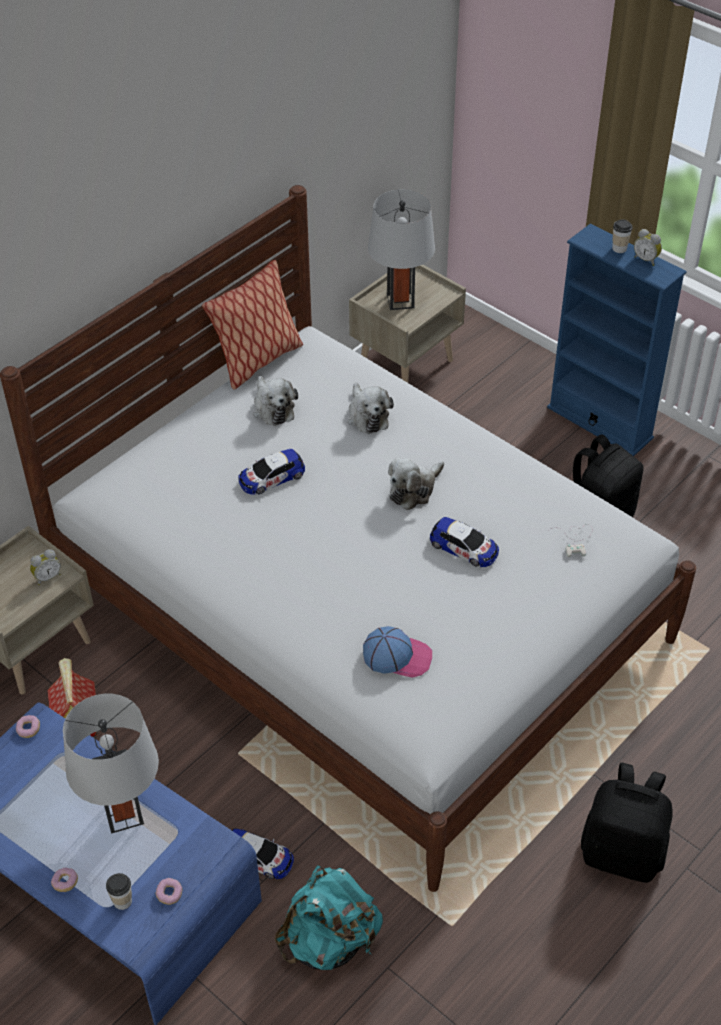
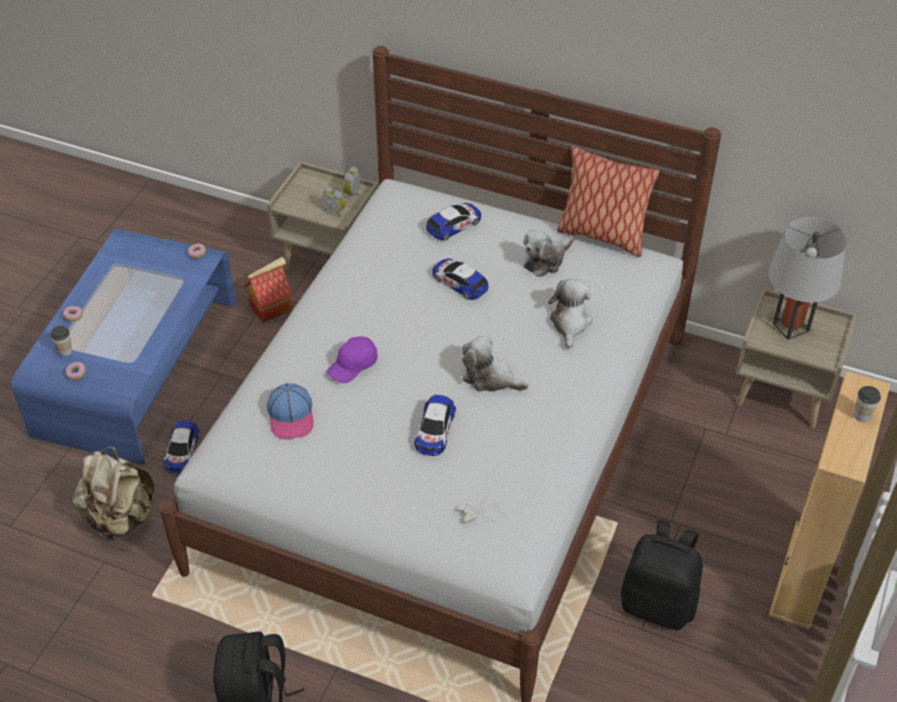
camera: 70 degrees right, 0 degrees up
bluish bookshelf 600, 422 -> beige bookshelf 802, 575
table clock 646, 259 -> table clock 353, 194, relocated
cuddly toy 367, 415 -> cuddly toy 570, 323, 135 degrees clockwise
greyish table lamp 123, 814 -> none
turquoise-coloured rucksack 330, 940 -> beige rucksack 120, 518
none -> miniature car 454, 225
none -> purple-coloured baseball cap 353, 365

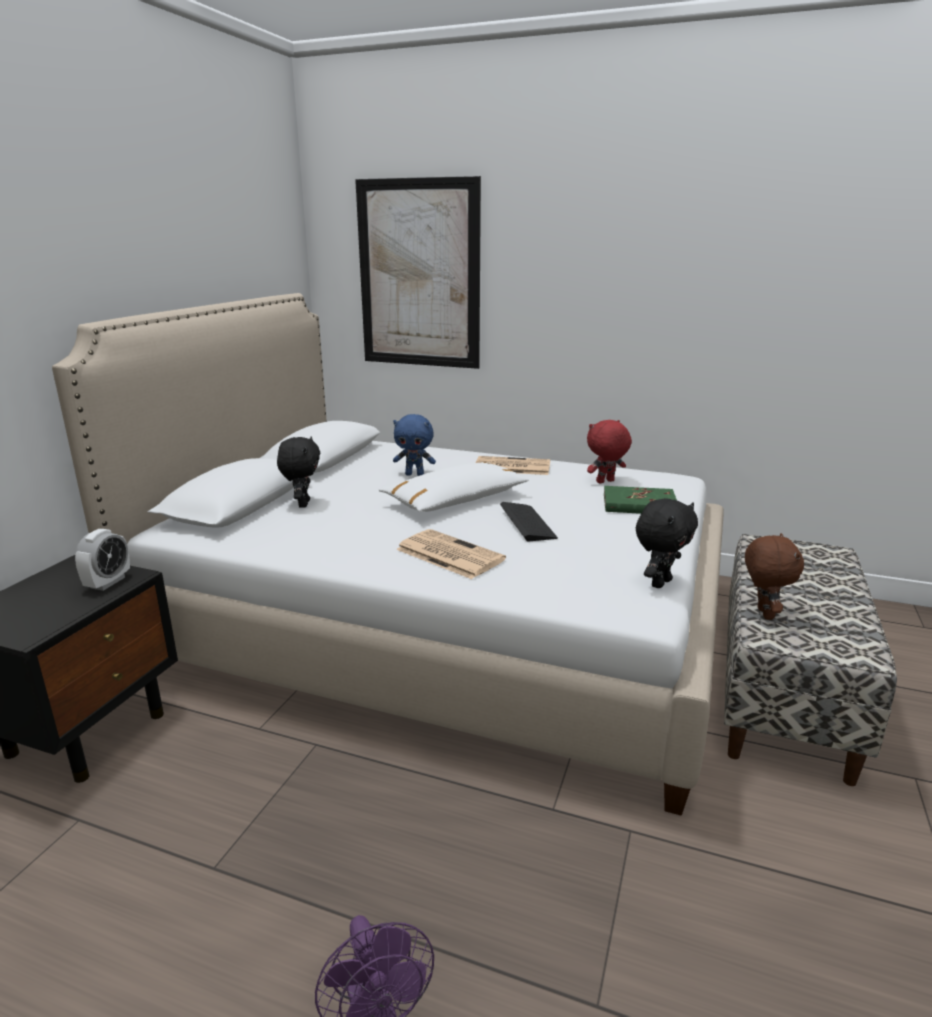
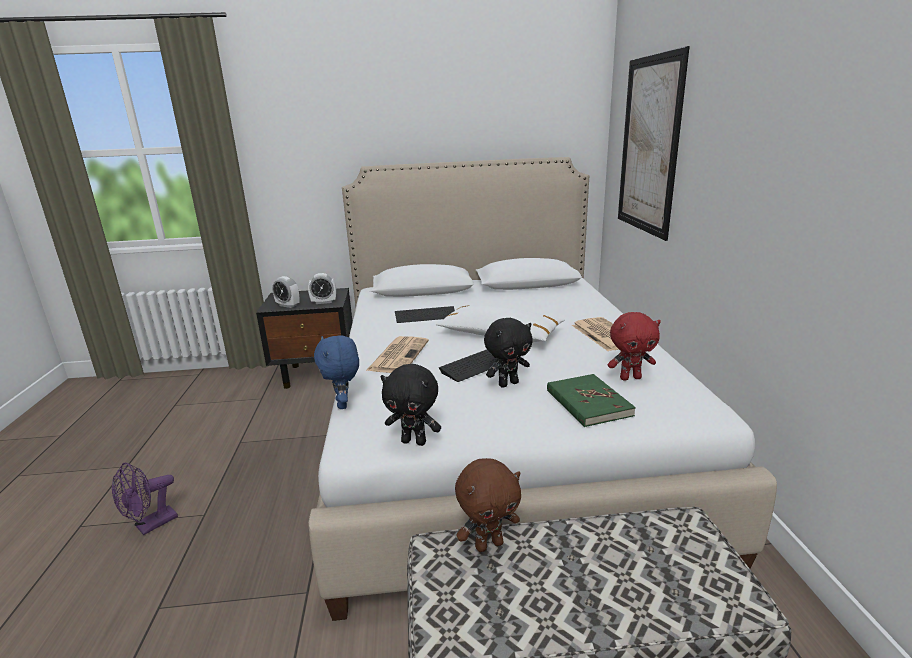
camera: 65 degrees right, 0 degrees up
bluish cuddly toy 415, 474 -> bluish cuddly toy 343, 404, relocated
reddish cuddly toy 605, 482 -> reddish cuddly toy 630, 378, 135 degrees clockwise
black-coloured cuddly toy 302, 504 -> black-coloured cuddly toy 508, 383, relocated
none -> table clock 288, 305
none -> PC keyboard 425, 316

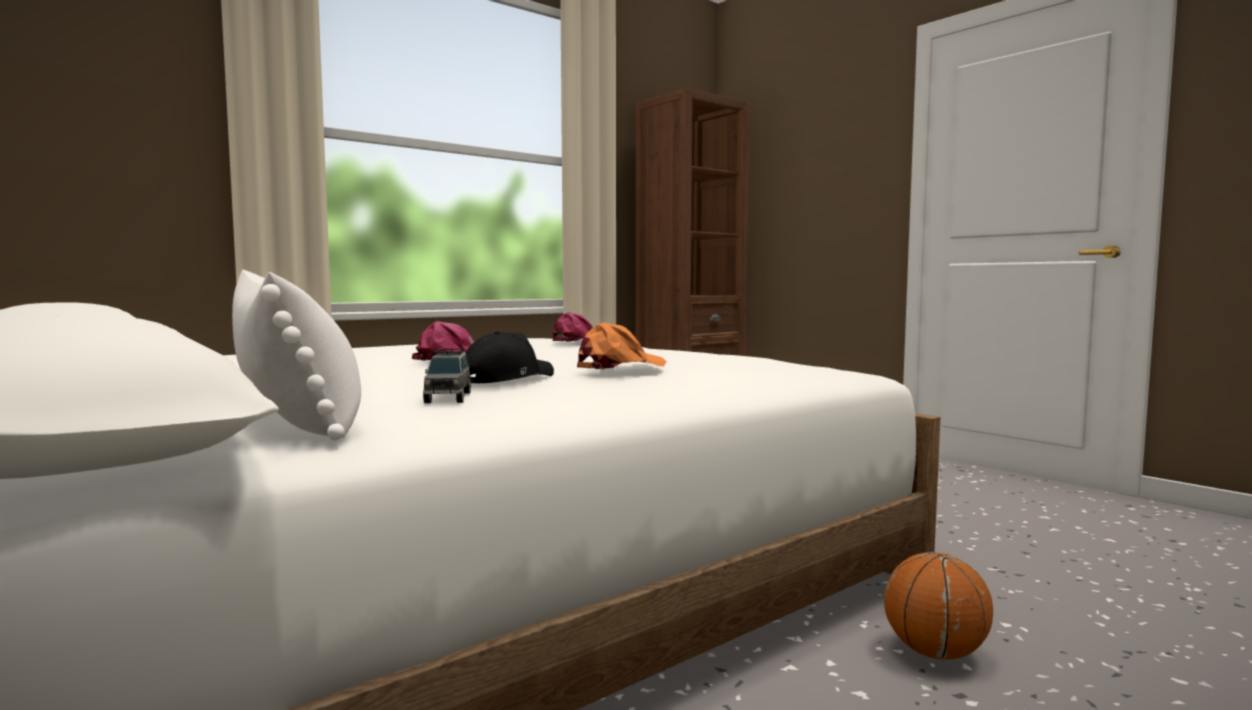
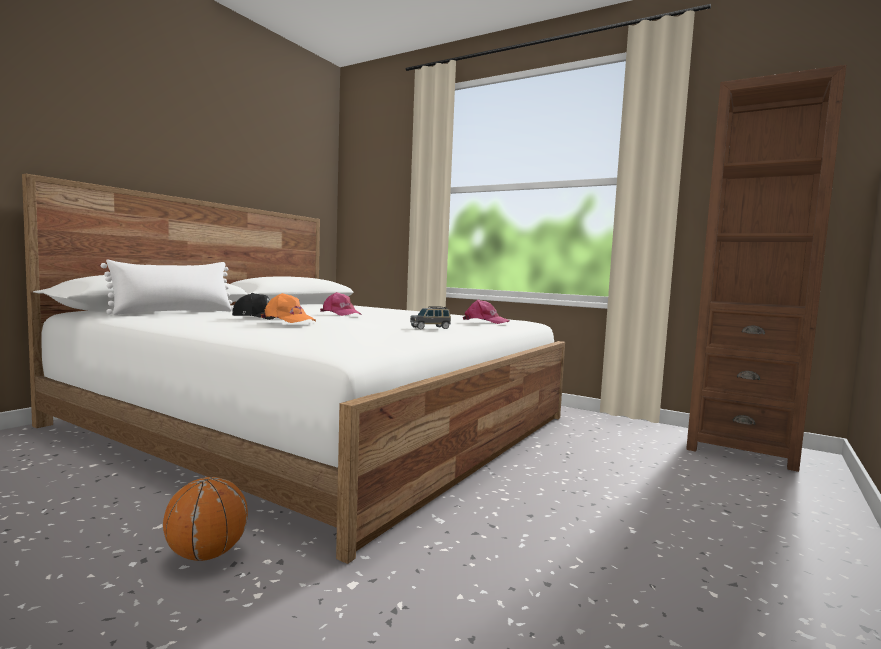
camera: 70 degrees right, 0 degrees up
greyish miniature car 448, 397 -> greyish miniature car 430, 328, relocated

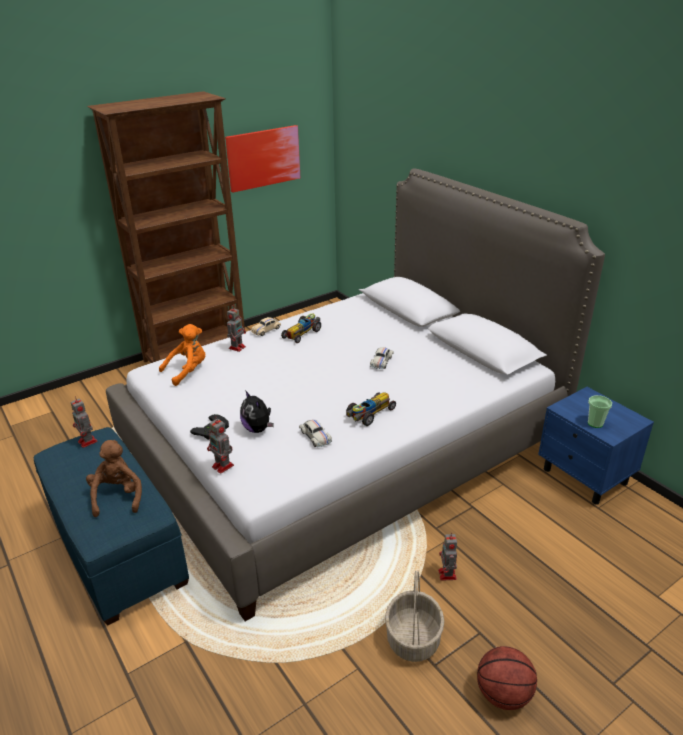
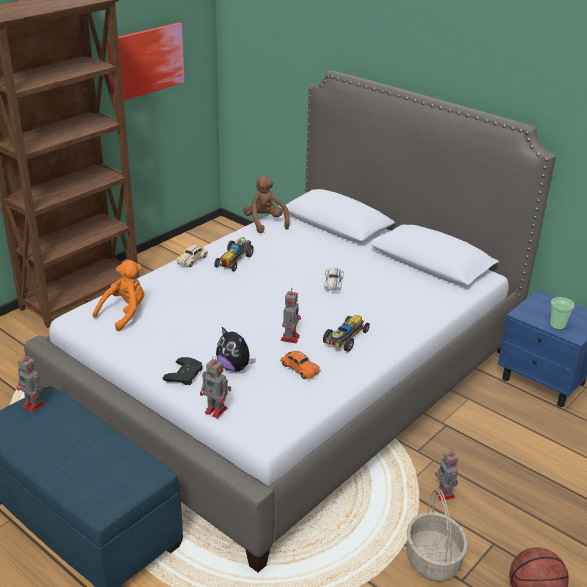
camera: 15 degrees left, 0 degrees up
robot figure 237, 347 -> robot figure 290, 337, relocated
white miniature car 315, 437 -> orangey miniature car 299, 369
brown-coloured cuddly toy 118, 496 -> brown-coloured cuddly toy 265, 223, relocated

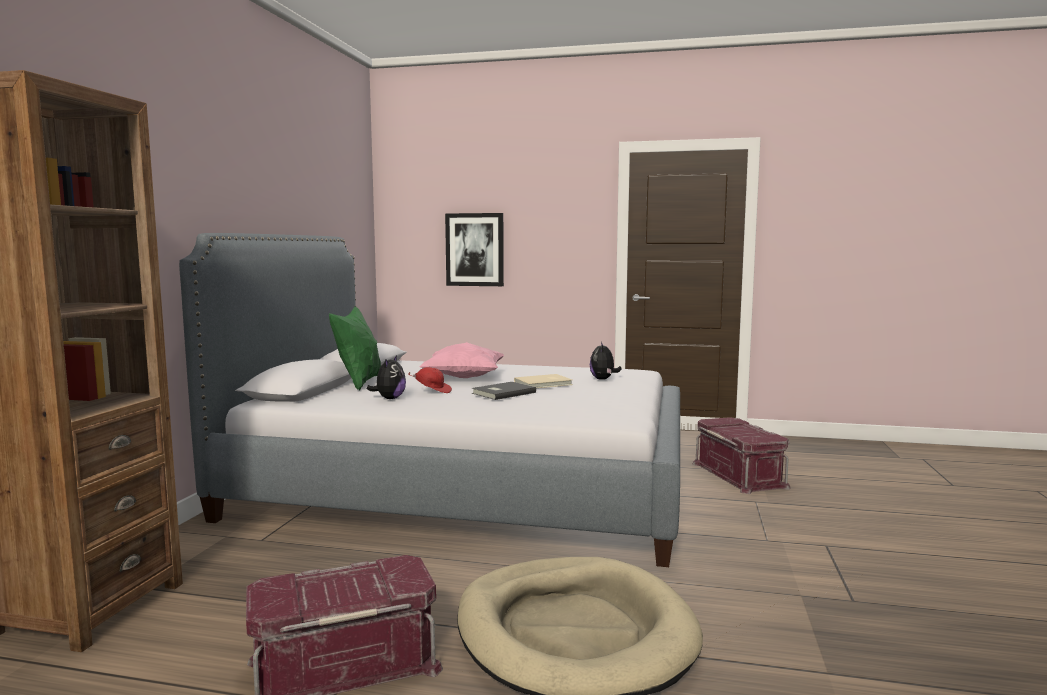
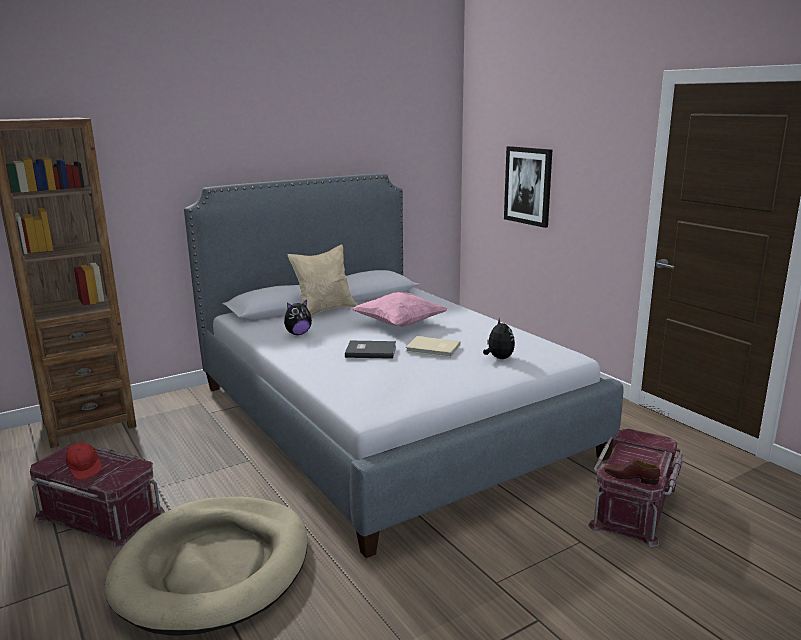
camera: 45 degrees right, 10 degrees up
green pillow 358, 383 -> beige pillow 324, 311
cuddly toy 603, 379 -> cuddly toy 498, 358, 120 degrees clockwise
reddish baseball cap 432, 391 -> reddish baseball cap 84, 469, relocated
none -> brown-coloured low shoe 630, 477

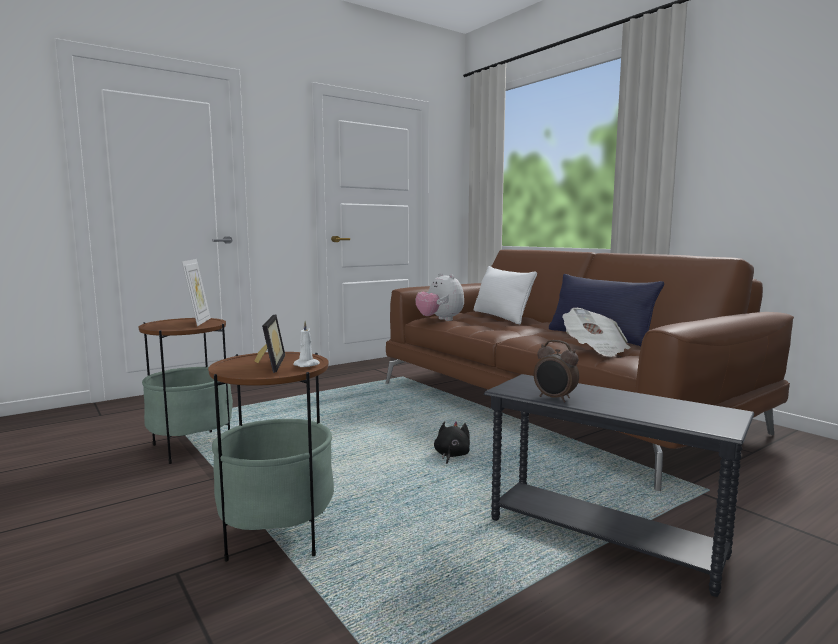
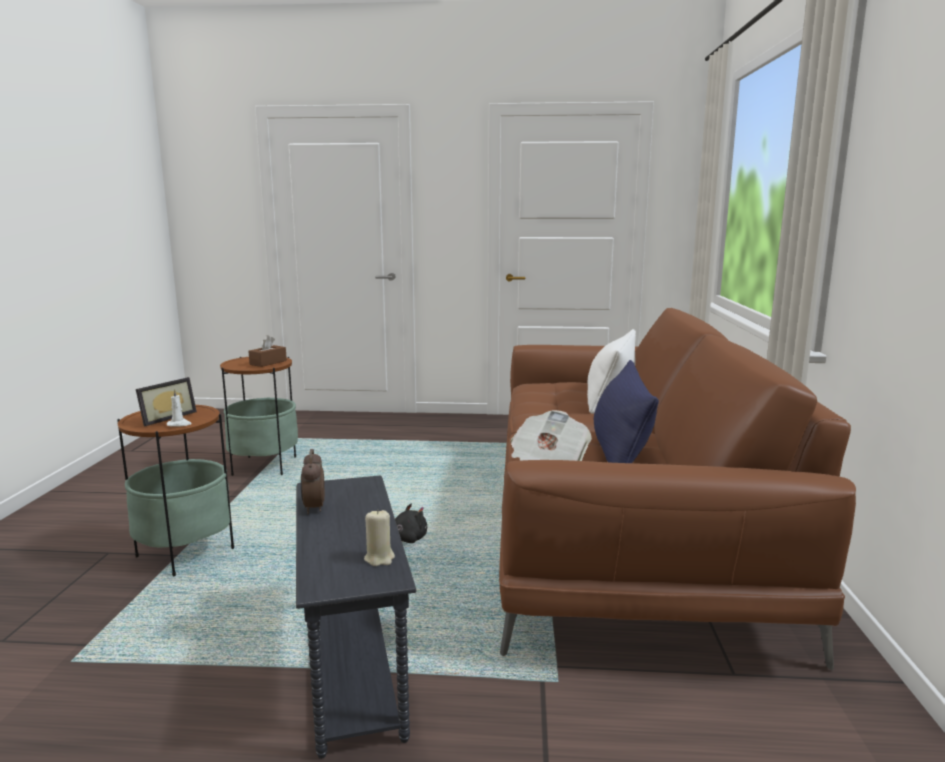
camera: 40 degrees right, 5 degrees up
standing frame 198, 322 -> brown-coloured box of tissues 268, 362
cuddly toy 440, 320 -> none
none -> beige candle 379, 558

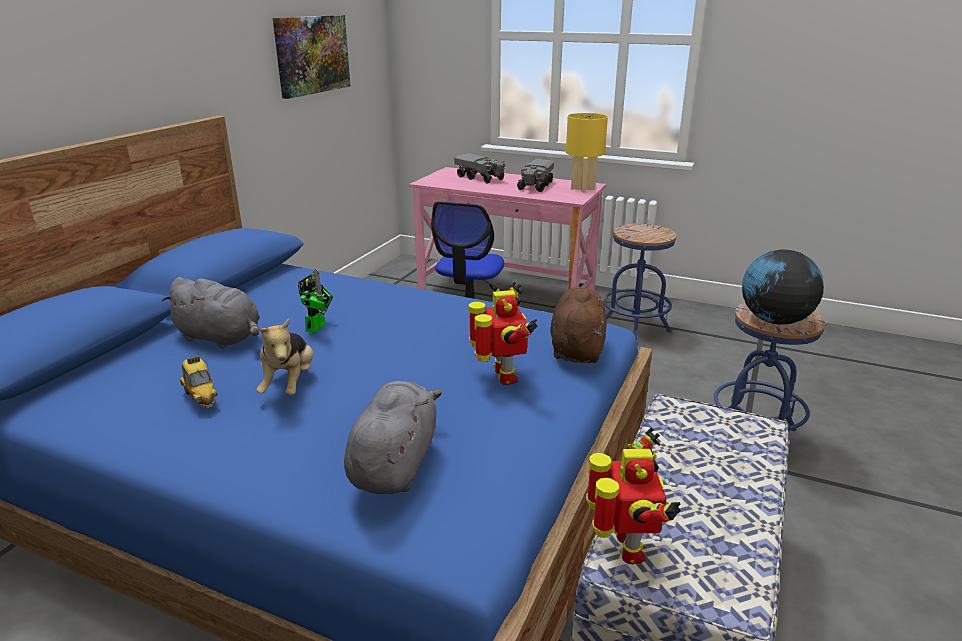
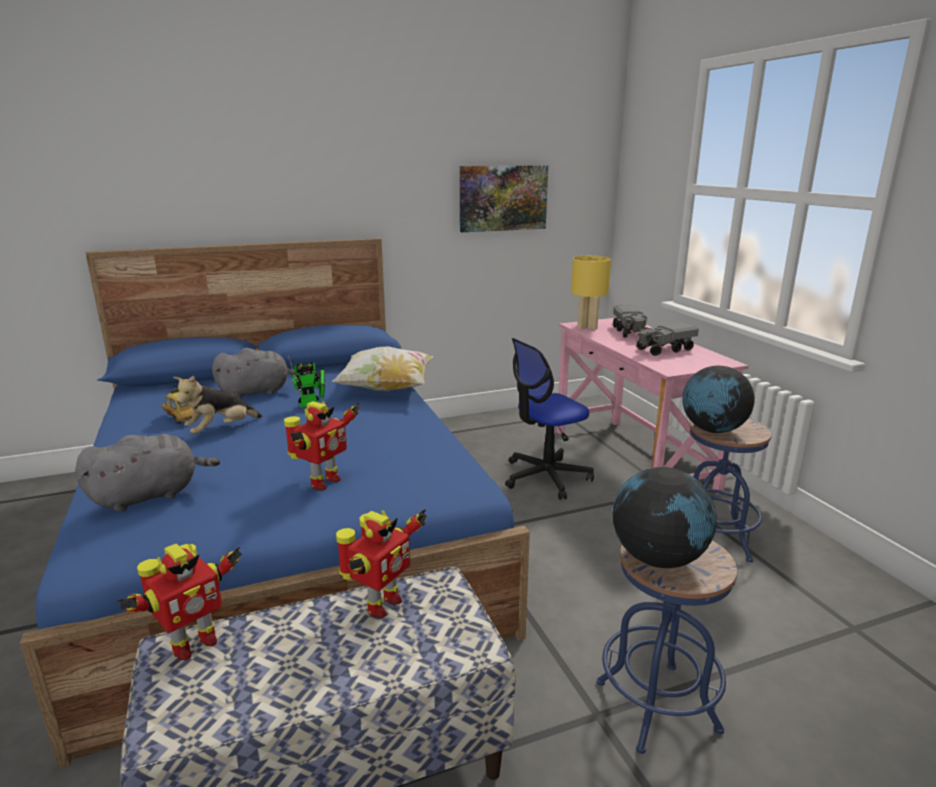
camera: 45 degrees right, 5 degrees down
yellow table lamp 582, 189 -> yellow table lamp 587, 327, relocated
greyish cuddly toy 221, 338 -> greyish cuddly toy 257, 392, 90 degrees counterclockwise
brown-coloured cuddly toy 577, 348 -> none
miniature car 201, 397 -> miniature car 179, 418, 120 degrees clockwise
none -> pillow 386, 389
none -> globe 712, 430
none -> robot figure 380, 604

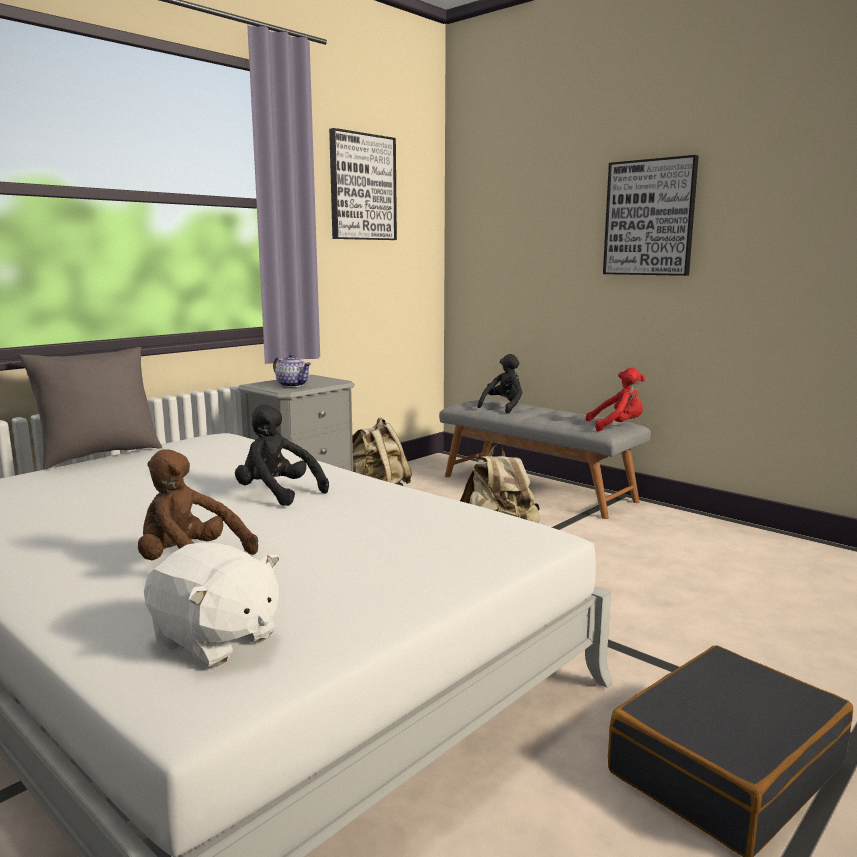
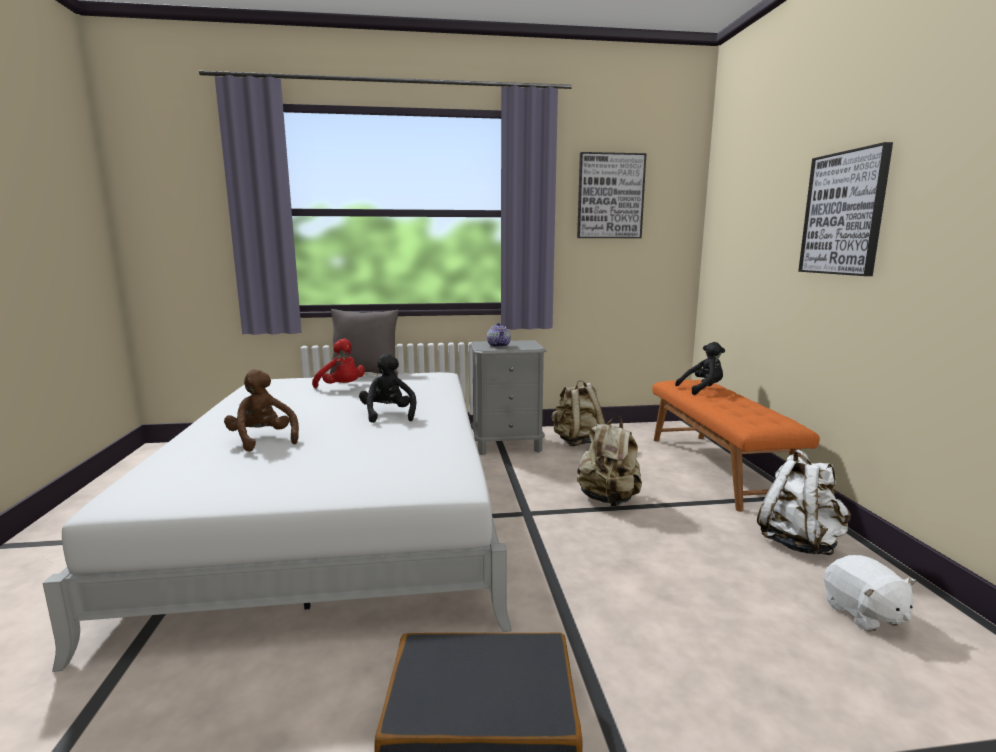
camera: 40 degrees right, 0 degrees up
reddish cuddly toy 617, 426 -> reddish cuddly toy 342, 388, relocated
greyish bench 537, 488 -> orangey bench 718, 468
white cuddly toy 215, 640 -> white cuddly toy 863, 614, relocated
none -> white rucksack 799, 543

